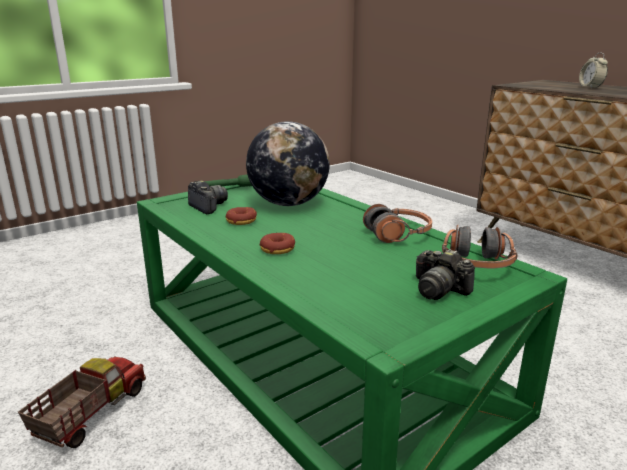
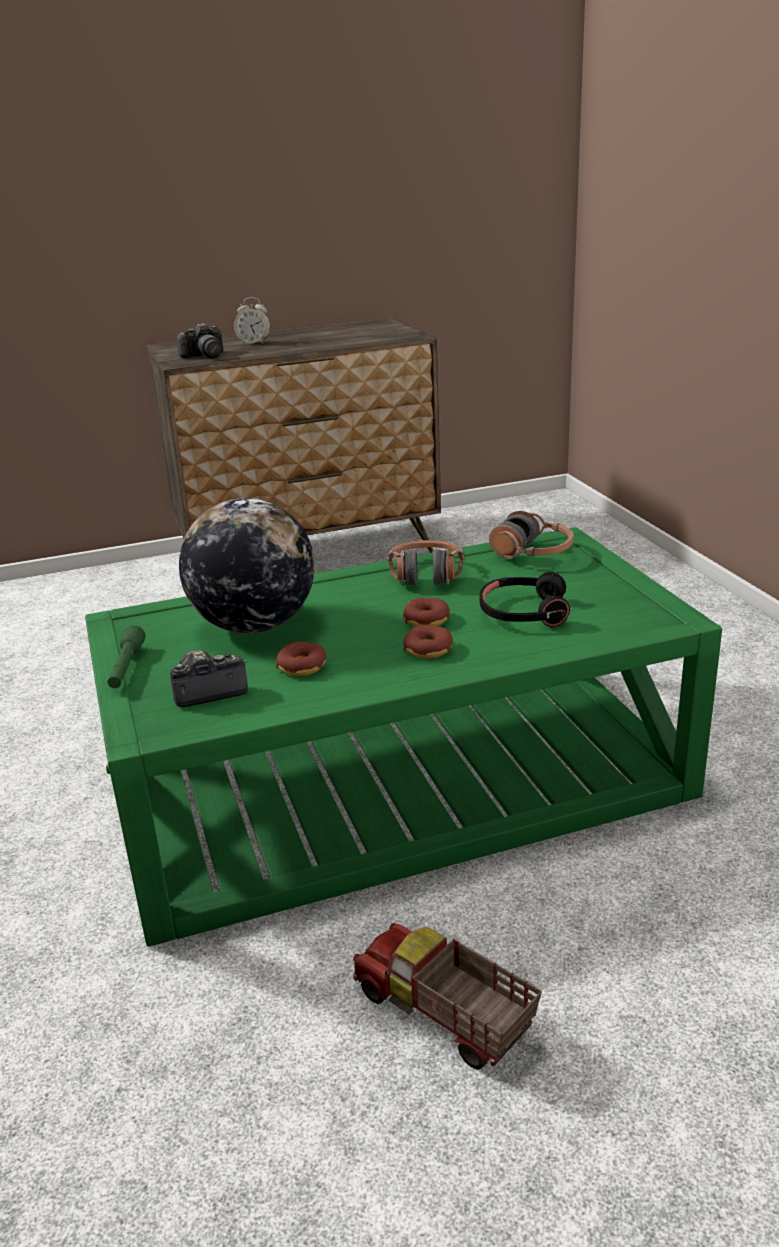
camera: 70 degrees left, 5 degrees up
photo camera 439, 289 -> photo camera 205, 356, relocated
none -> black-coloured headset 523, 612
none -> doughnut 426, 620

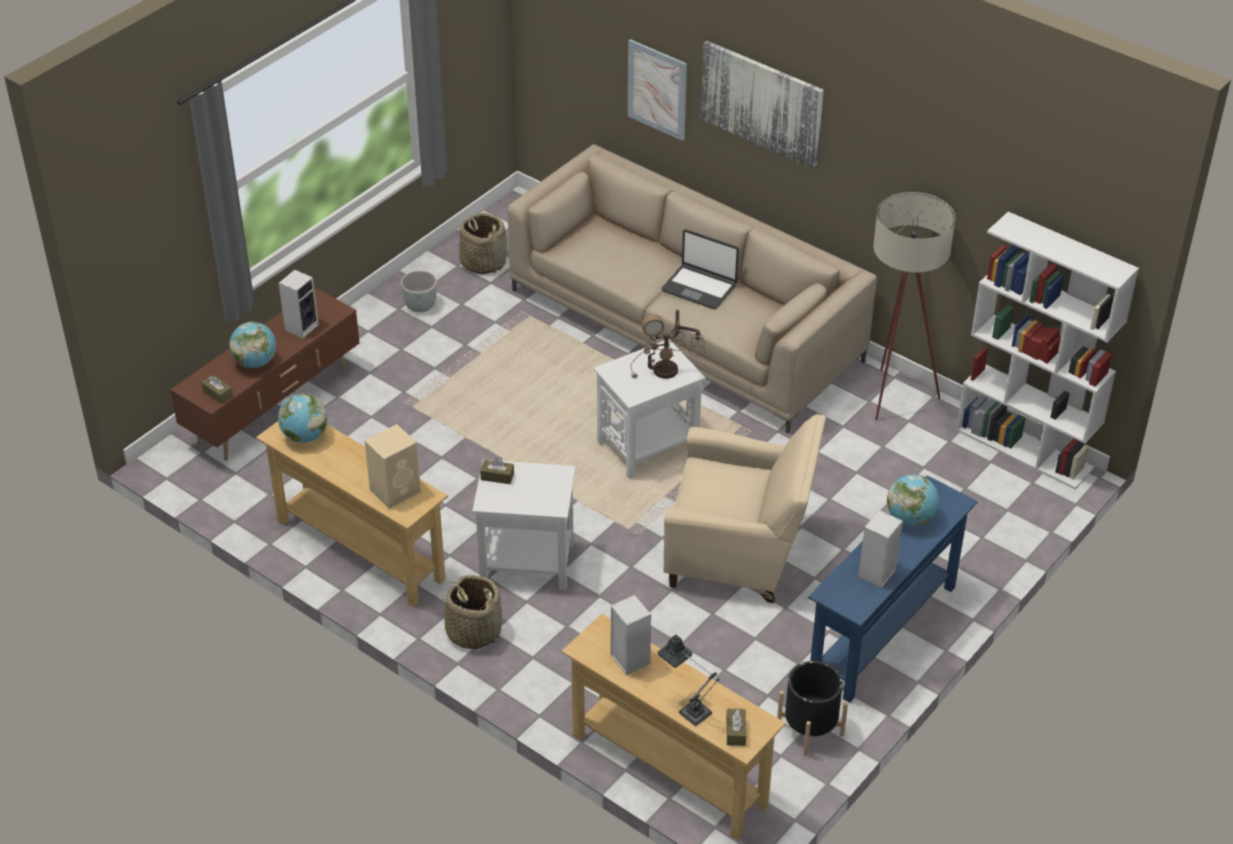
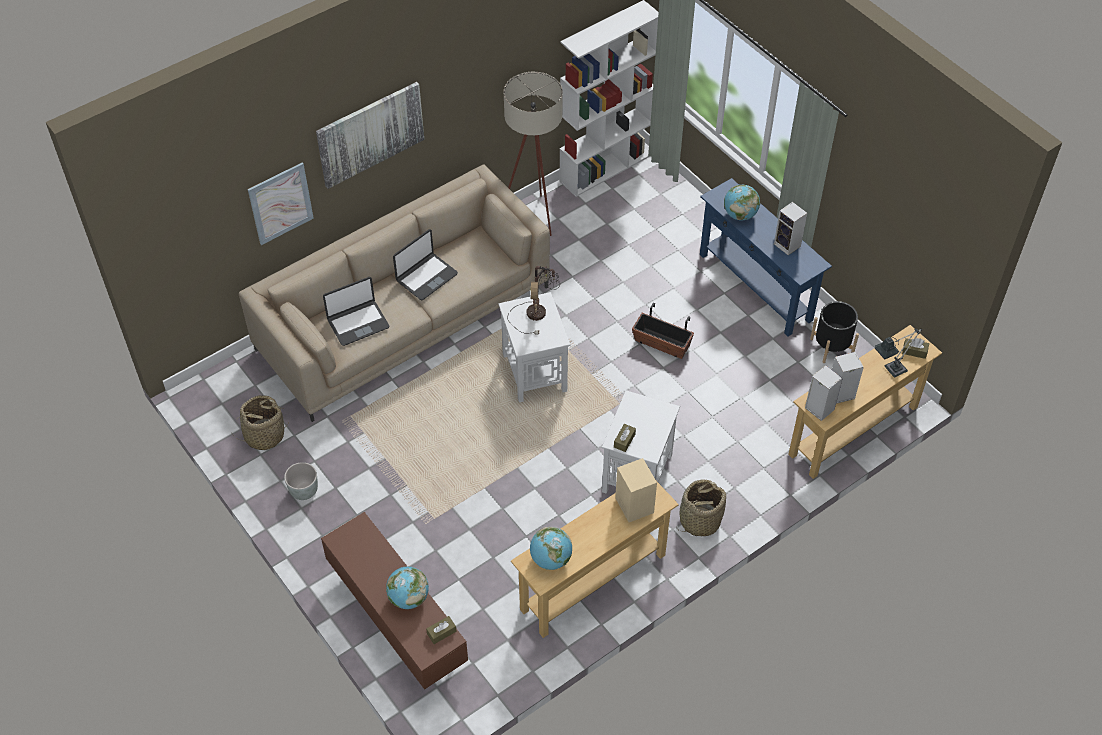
camera: 75 degrees left, 10 degrees up
audio speaker 302, 326 -> audio speaker 818, 408, relocated
beige lounge chair 741, 553 -> flower pot 662, 343
none -> portable computer 358, 323

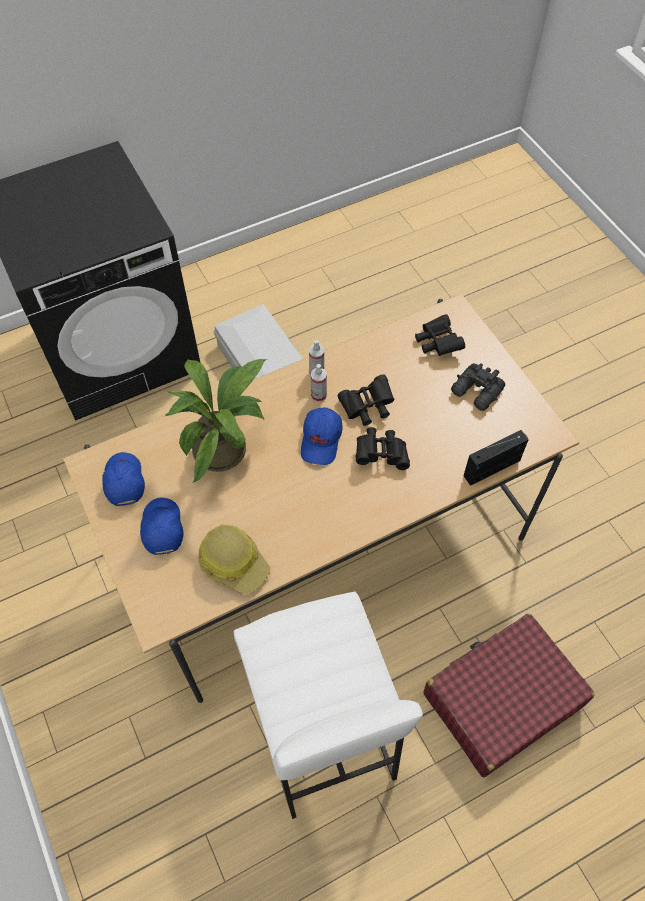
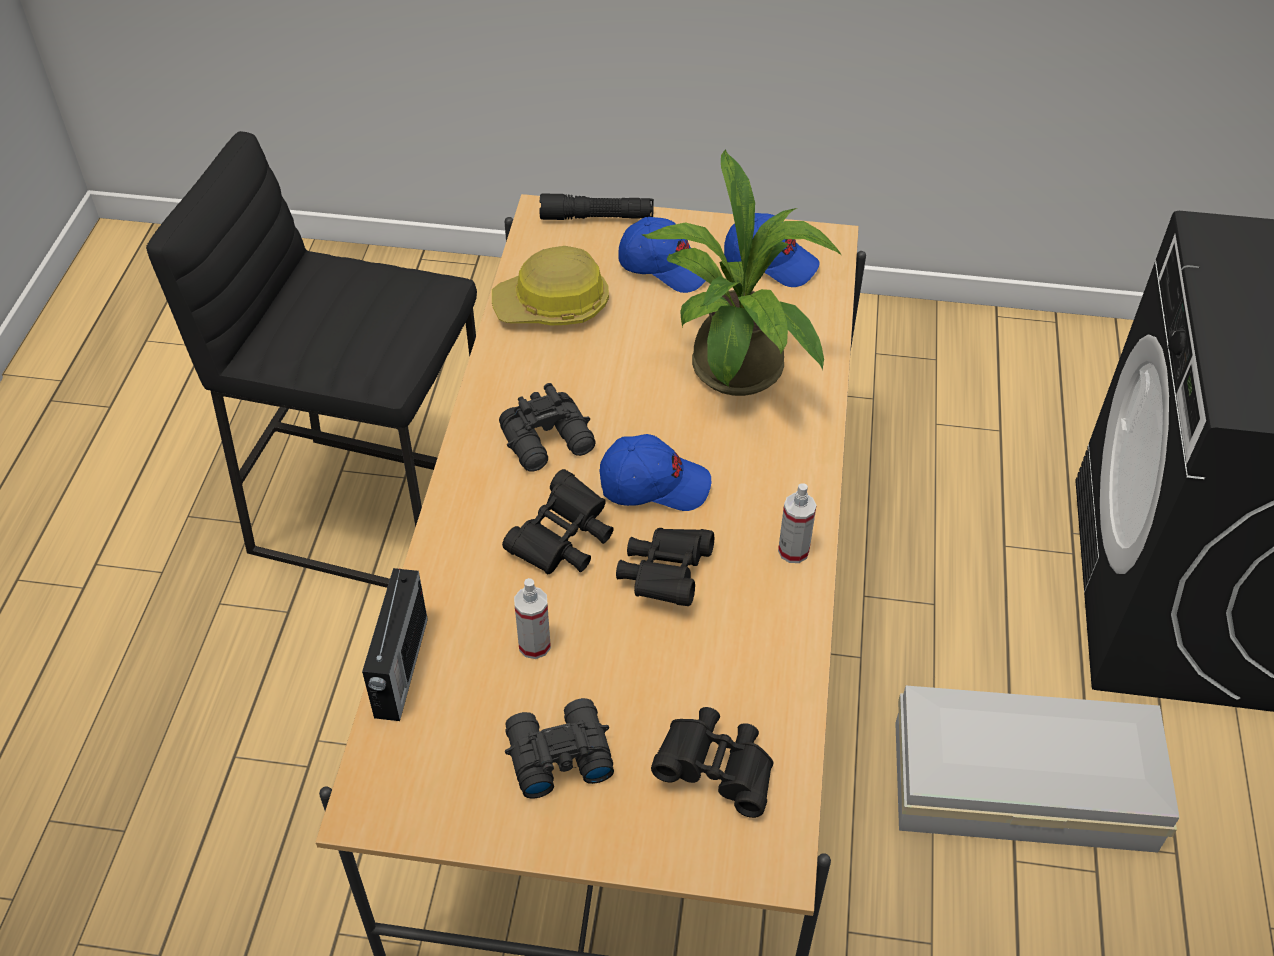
camera: 125 degrees right, 10 degrees down
spray bottle 318, 395 -> spray bottle 534, 645, relocated
bluish baseball cap 321, 440 -> bluish baseball cap 653, 484, 135 degrees clockwise
white sitting stool 320, 732 -> black-coloured sitting stool 373, 513
reddish travel case 501, 699 -> none
none -> black-coloured hand torch 597, 217
none -> black-coloured field glasses 550, 442

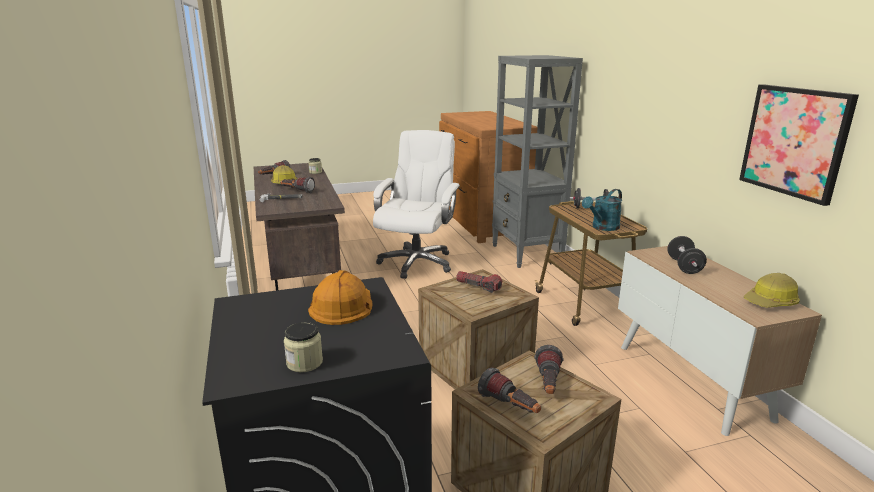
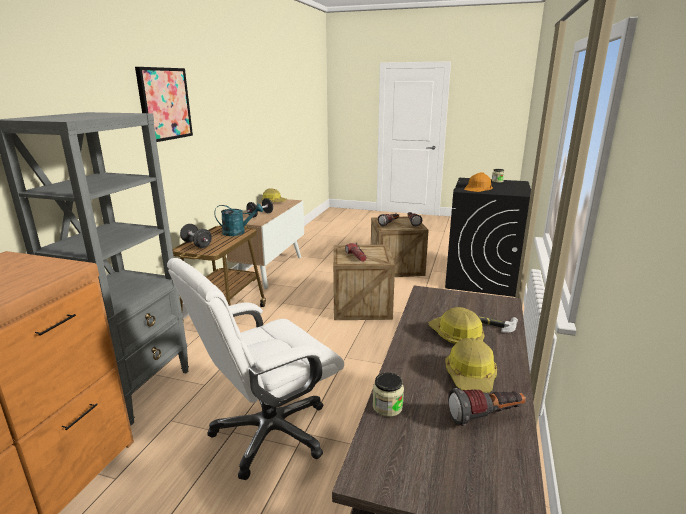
camera: 145 degrees left, 0 degrees up
wall art 795, 141 -> wall art 164, 104, relocated
hand torch 297, 191 -> work helmet 455, 336

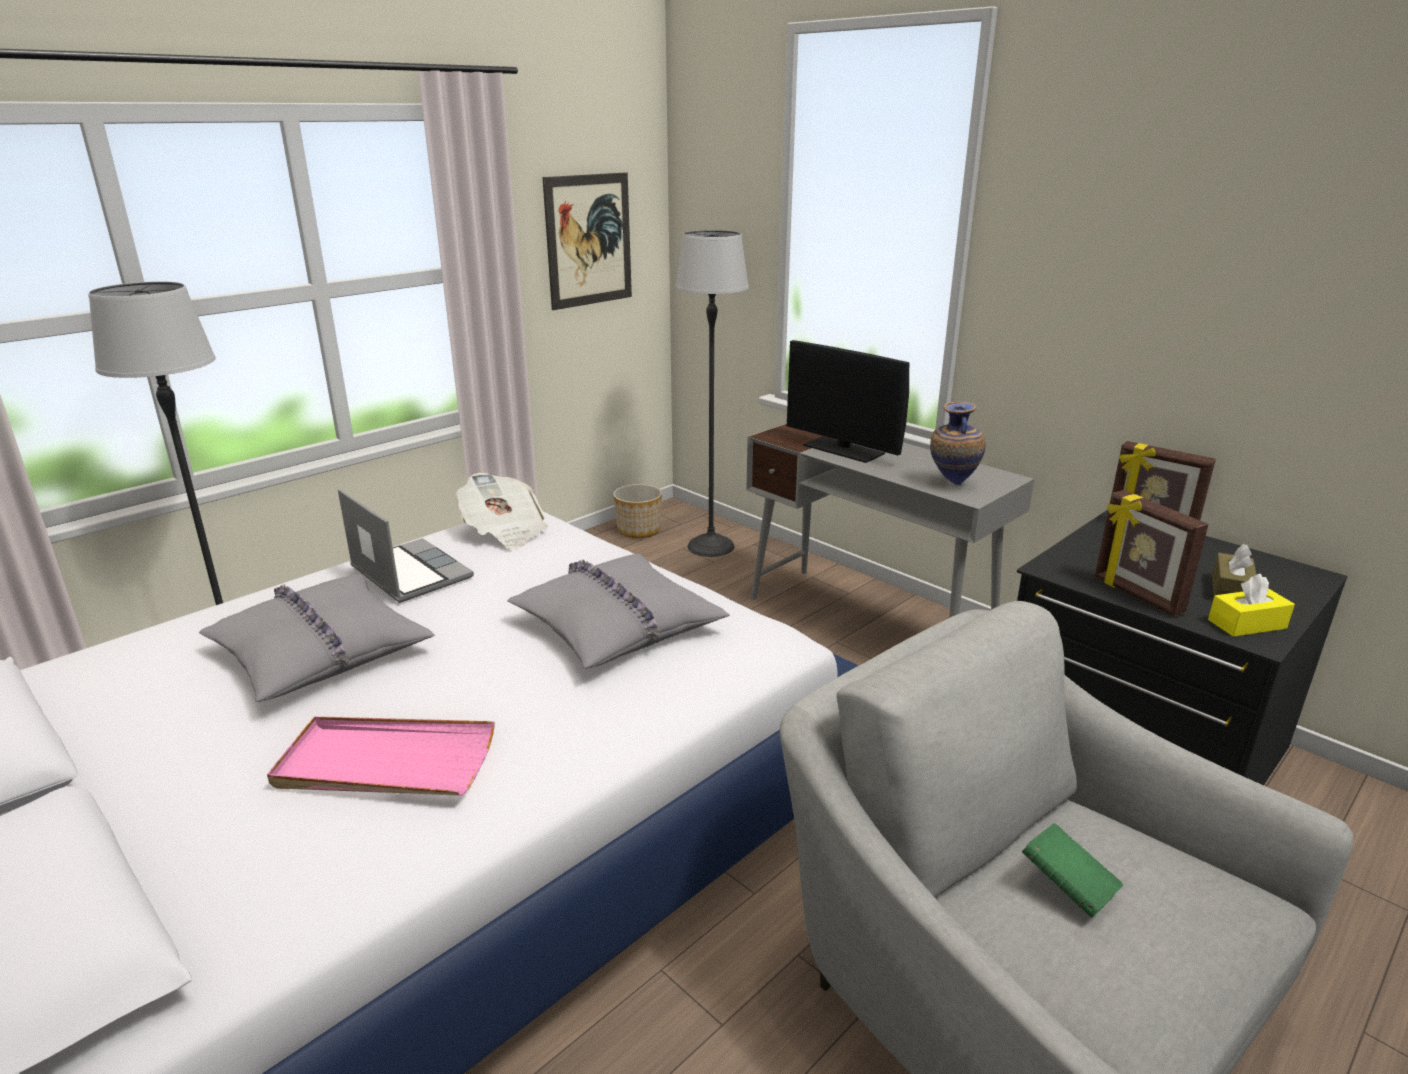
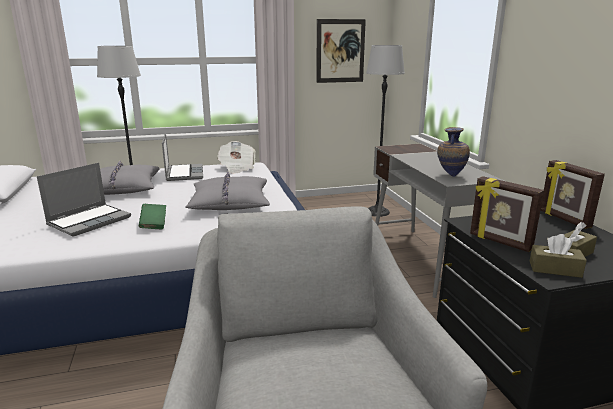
camera: 30 degrees right, 5 degrees down
monitor 843, 449 -> none
flower pot 638, 530 -> none
standing frame 1136, 595 -> standing frame 499, 242, 45 degrees counterclockwise
yellow box of tissues 1247, 624 -> brown-coloured box of tissues 555, 269
pink-coloured carrying tray 385, 763 -> portable computer 90, 221
green bound book 1067, 886 -> green bound book 154, 224, relocated

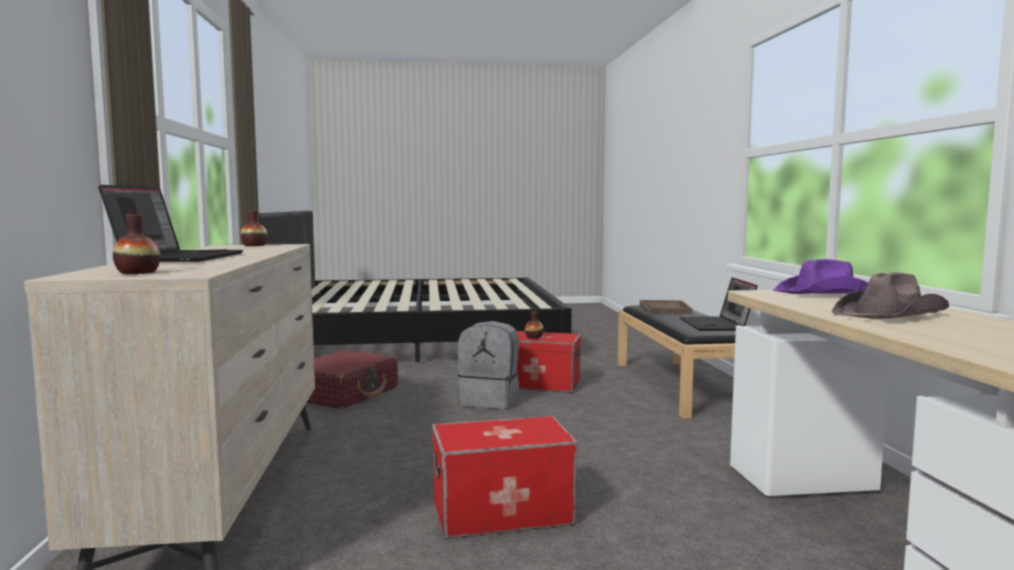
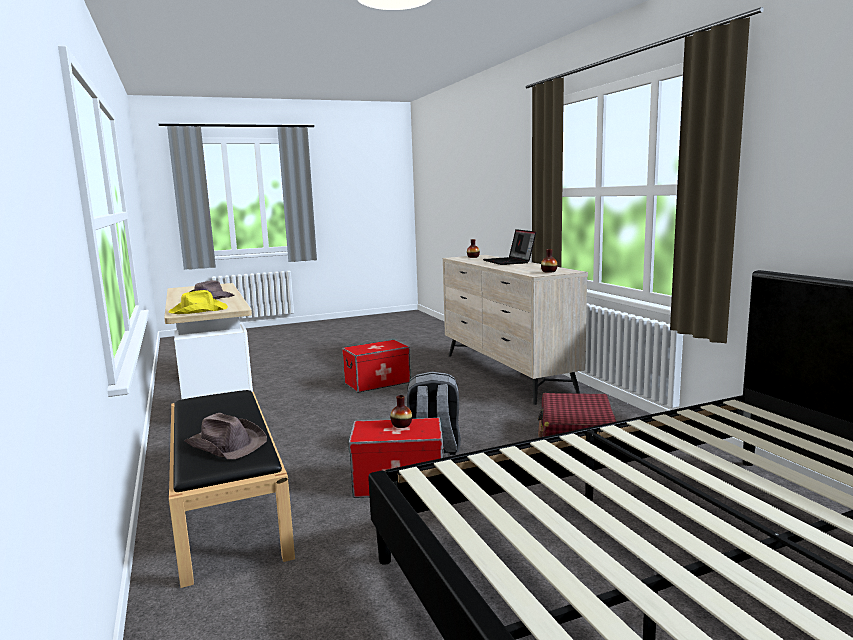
camera: 165 degrees right, 5 degrees up
purple-coloured hat 826, 293 -> yellow hat 198, 310
portable computer 716, 325 -> none
brown-coloured carrying tray 664, 309 -> brown-coloured hat 226, 444

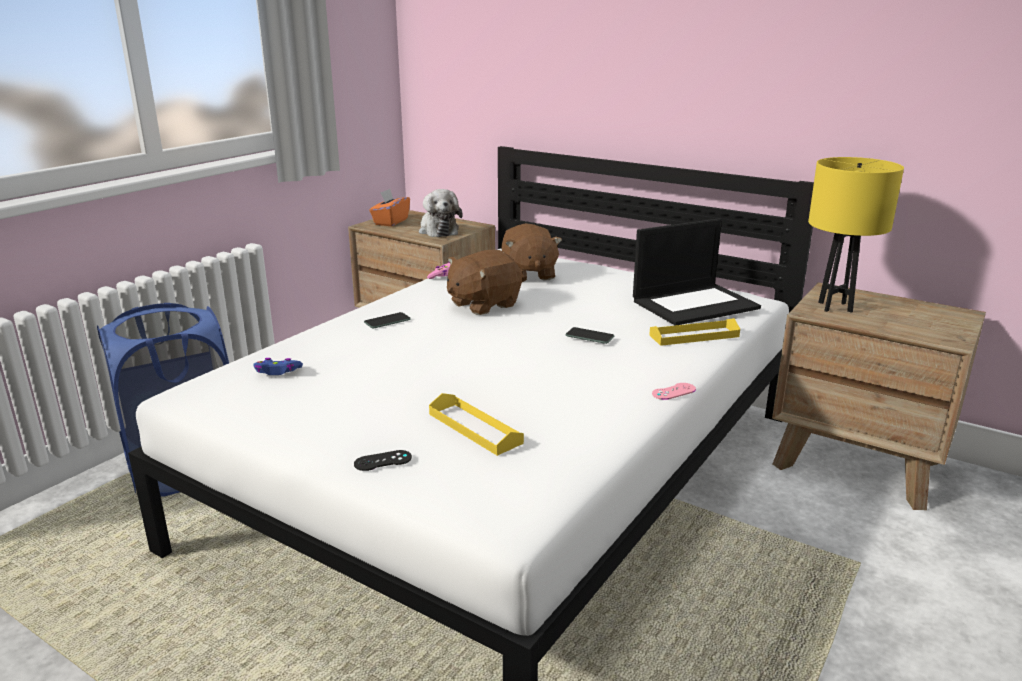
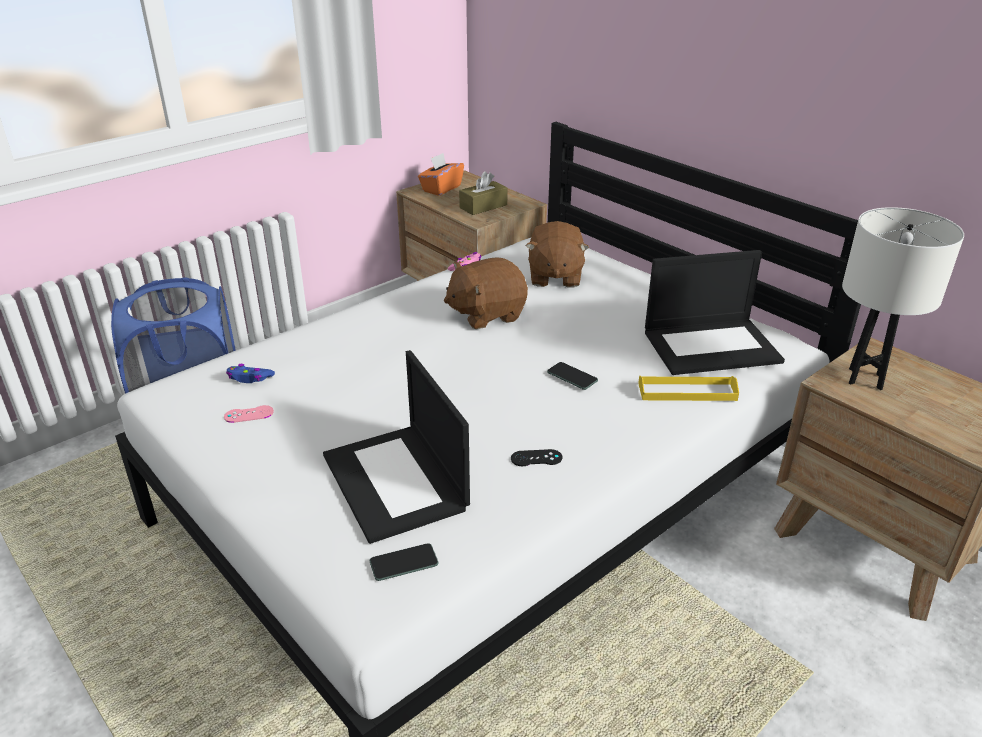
camera: 15 degrees right, 10 degrees up
yellow table lamp 835, 307 -> white table lamp 865, 379
cuddly toy 438, 230 -> brown-coloured box of tissues 483, 206
handset 387, 321 -> handset 404, 563, relocated
pink-coloured gamepad 674, 391 -> pink-coloured gamepad 249, 414, relocated
yellow carrying tray 474, 428 -> portable computer 396, 482
black-coloured gamepad 383, 461 -> black-coloured gamepad 536, 458, relocated

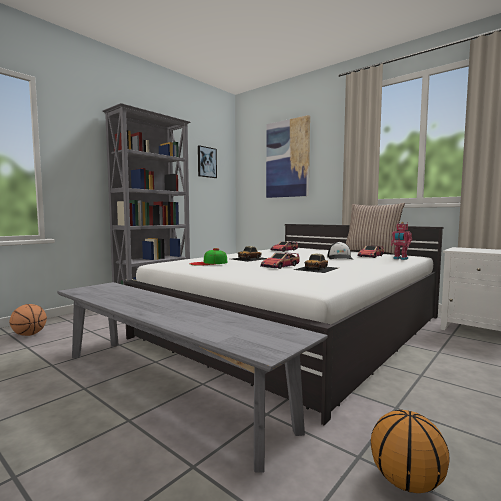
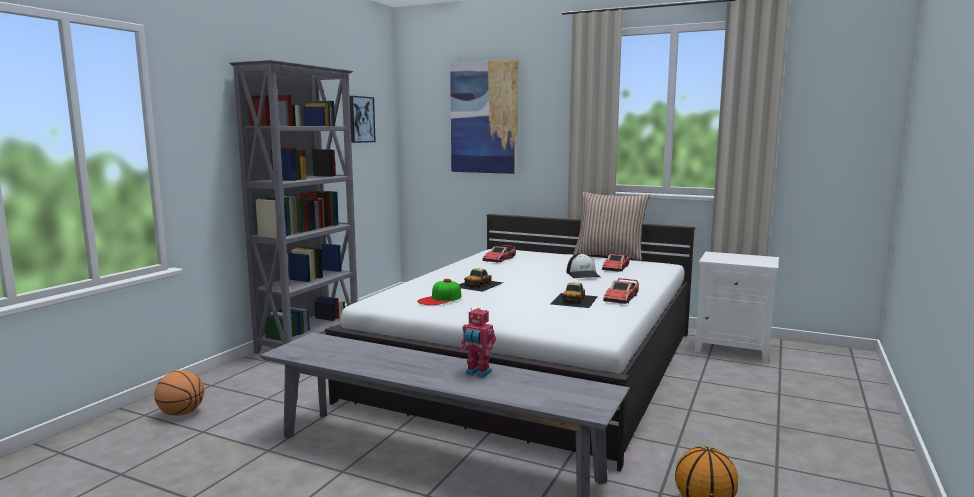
camera: 15 degrees left, 5 degrees up
robot figure 400, 259 -> robot figure 477, 373, relocated
miniature car 280, 266 -> miniature car 621, 298, relocated

